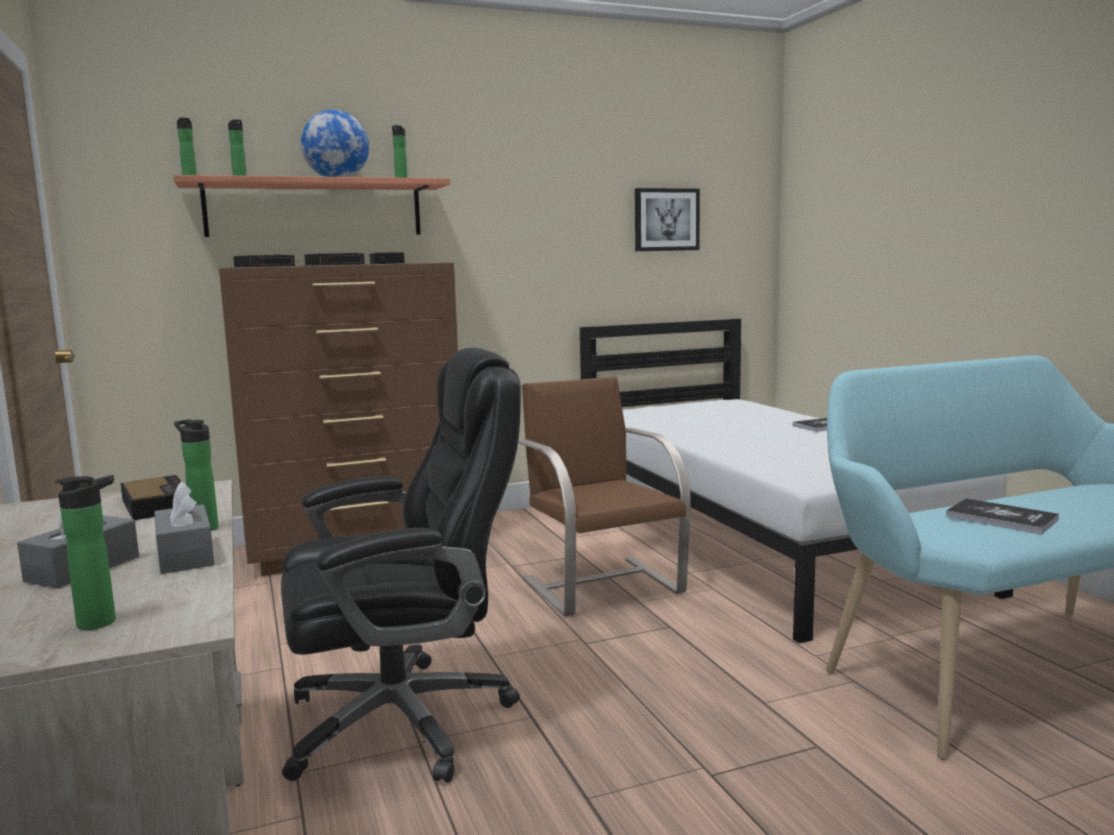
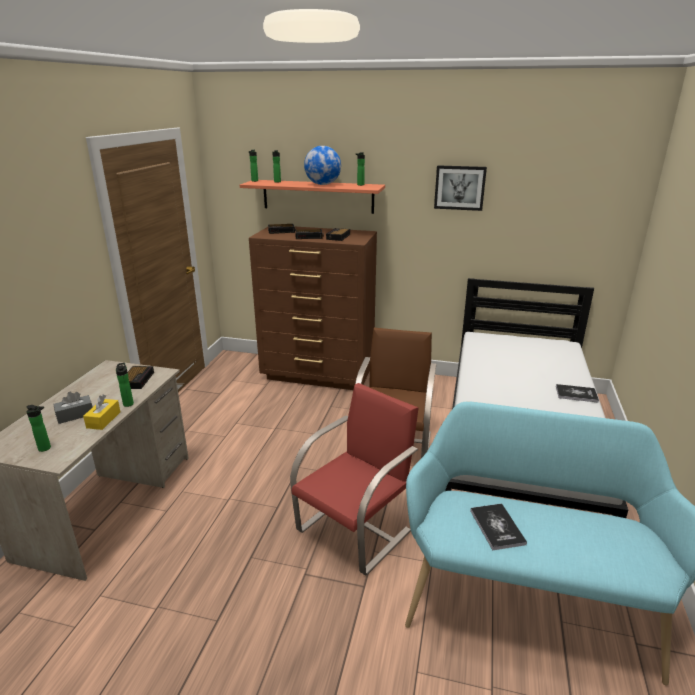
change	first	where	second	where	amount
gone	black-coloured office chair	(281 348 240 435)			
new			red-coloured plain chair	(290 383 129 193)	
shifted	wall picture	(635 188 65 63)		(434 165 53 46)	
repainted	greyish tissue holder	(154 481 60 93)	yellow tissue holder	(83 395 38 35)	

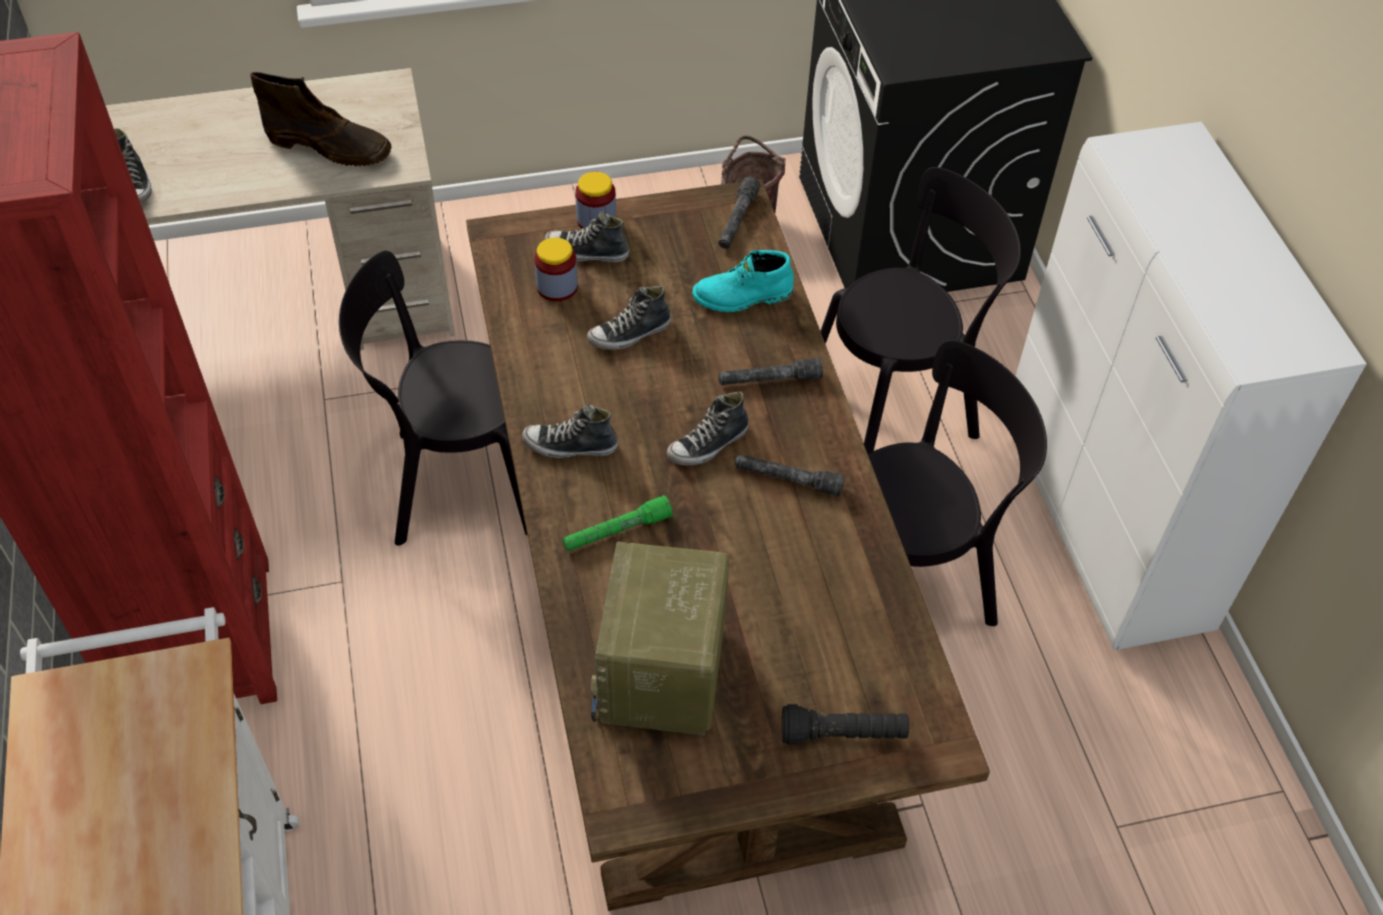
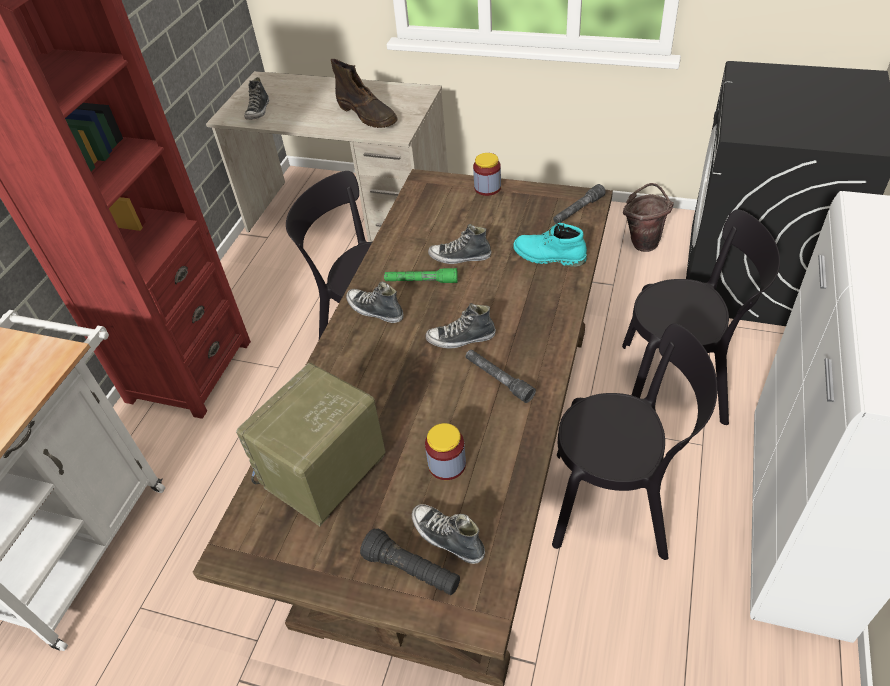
change	first	where	second	where	amount
gone	greyish flashlight	(718 358 105 27)			
shifted	storage jar	(534 238 44 63)		(425 423 41 57)	
shifted	shoe	(544 211 85 51)		(412 504 73 60)	
shifted	green flashlight	(563 495 110 56)		(384 268 74 15)	

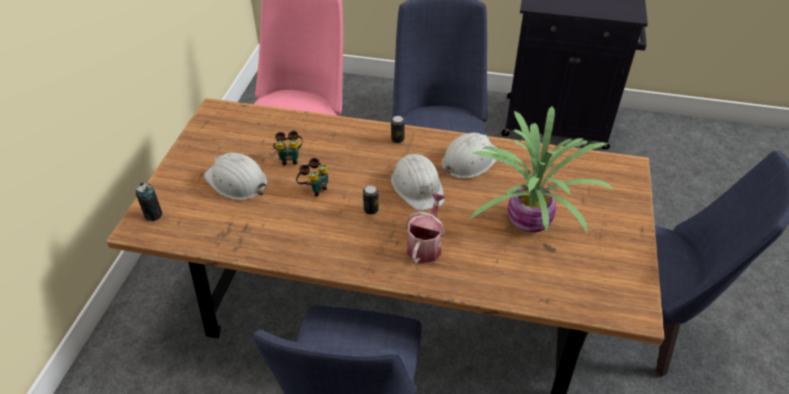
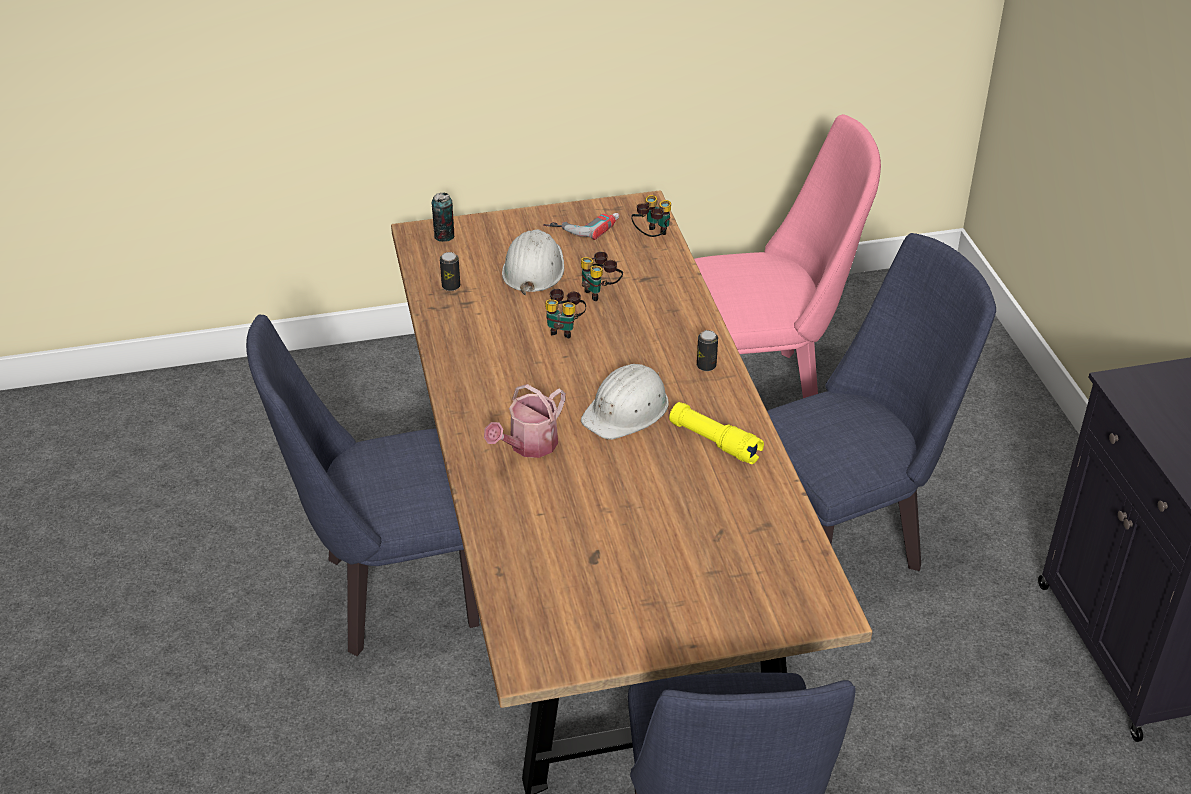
change	first	where	second	where	amount
gone	potted plant	(469 106 145 127)			
new			drill	(543 213 76 27)	
new			pair of binoculars	(631 195 40 42)	
shifted	metal can	(363 185 16 30)		(440 252 20 39)	
swapped	white-coloured hard hat	(442 133 57 45)	yellow flashlight	(669 402 95 62)	
rotated	sprinkling can	(406 193 40 71)		(484 384 82 74)	135 degrees clockwise

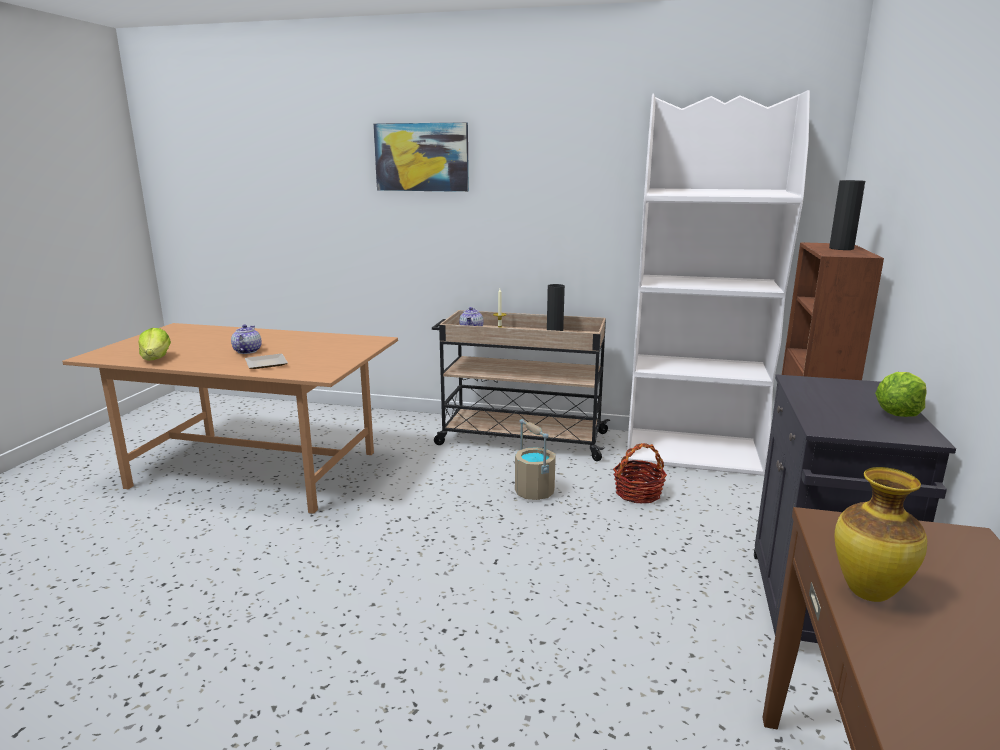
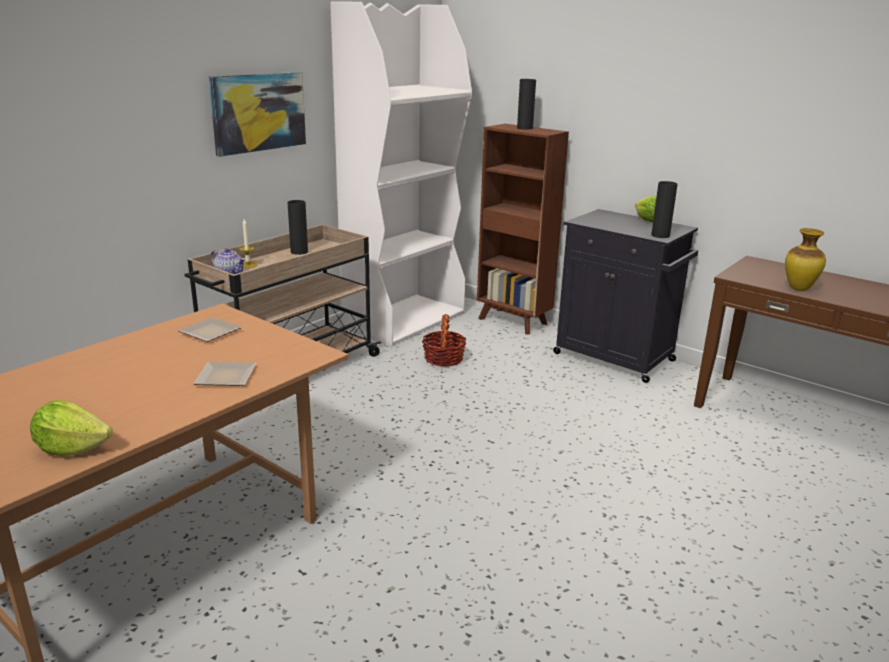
change	first	where	second	where	amount
gone	pot for tea	(231 324 31 30)			
gone	sand-coloured pail	(515 419 41 81)			
new			plate	(178 317 64 25)	
new			black-coloured flower vase	(651 181 27 57)	
shifted	wall picture	(373 122 96 70)		(208 72 98 85)	

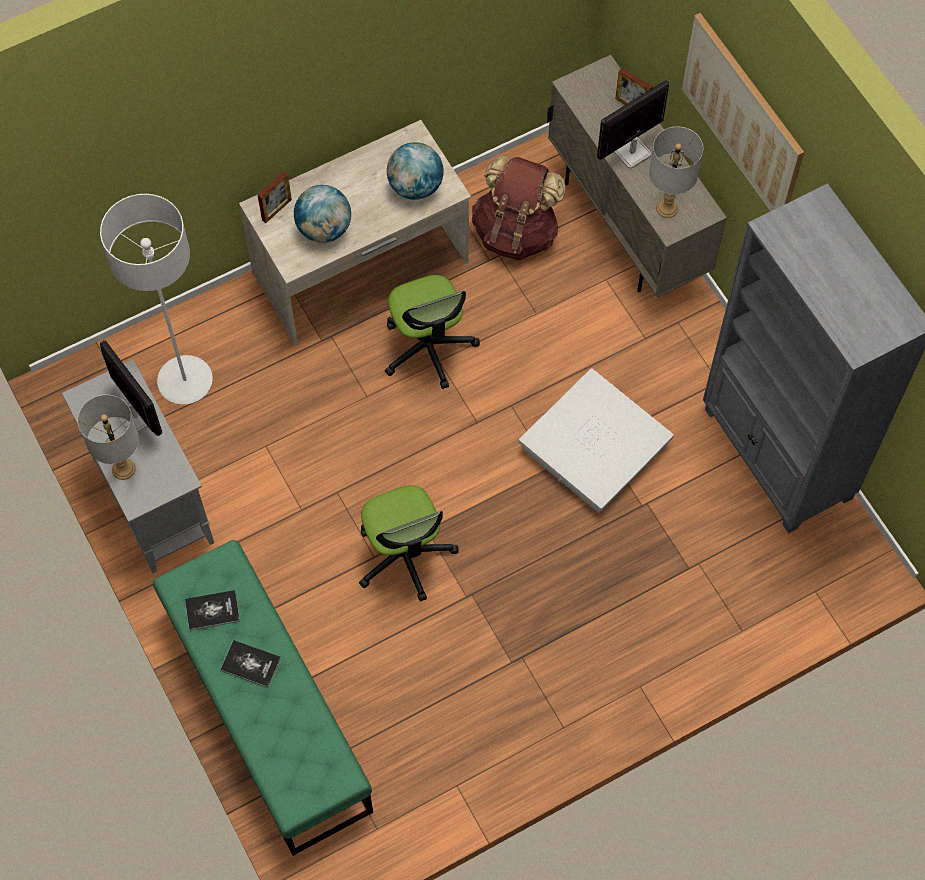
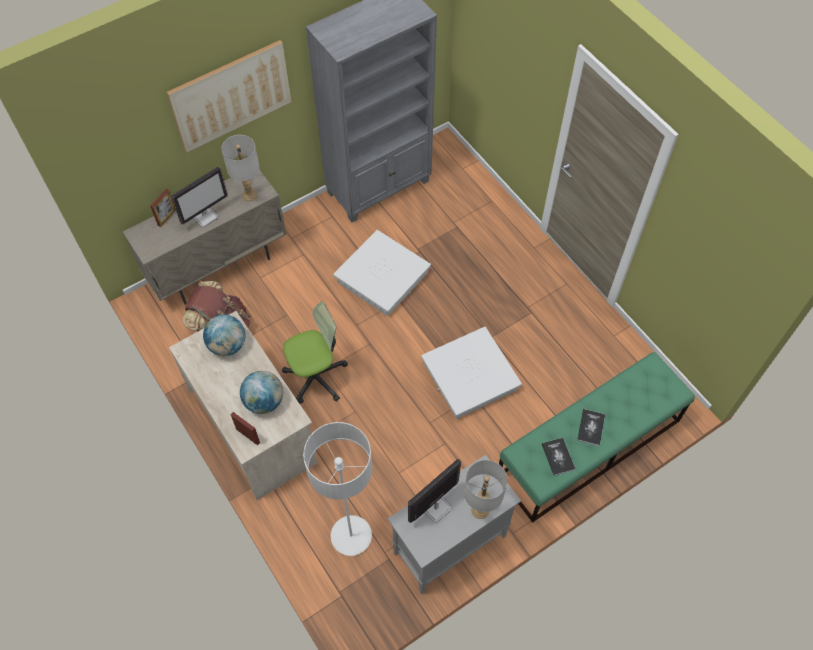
change	first	where	second	where	amount
swapped	office chair	(359 485 100 117)	white-coloured storage bin	(421 327 101 92)	
rotated	computer screen	(597 80 72 89)		(171 167 57 60)	90 degrees counterclockwise

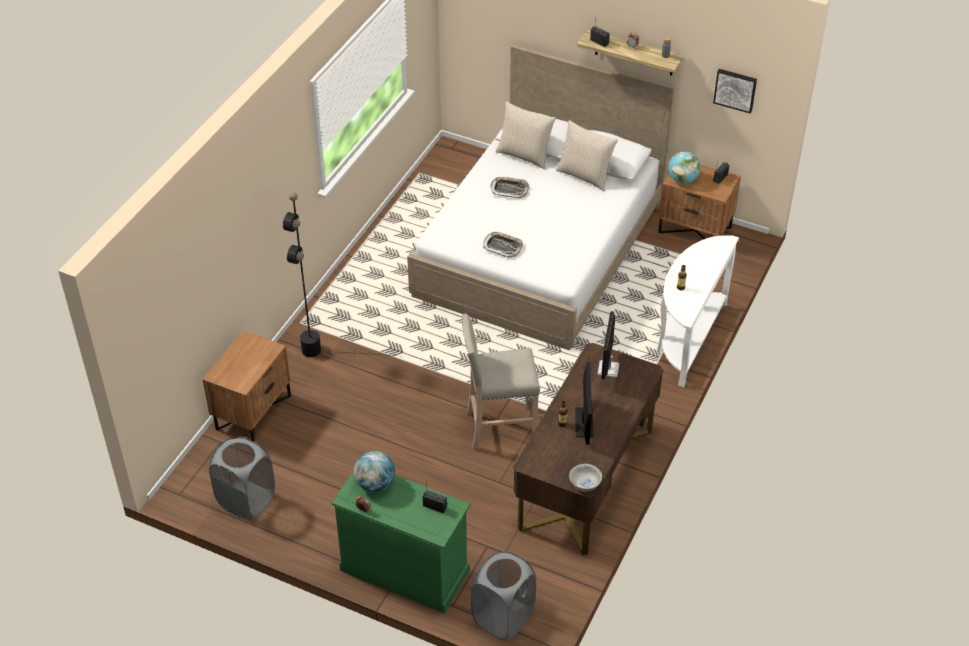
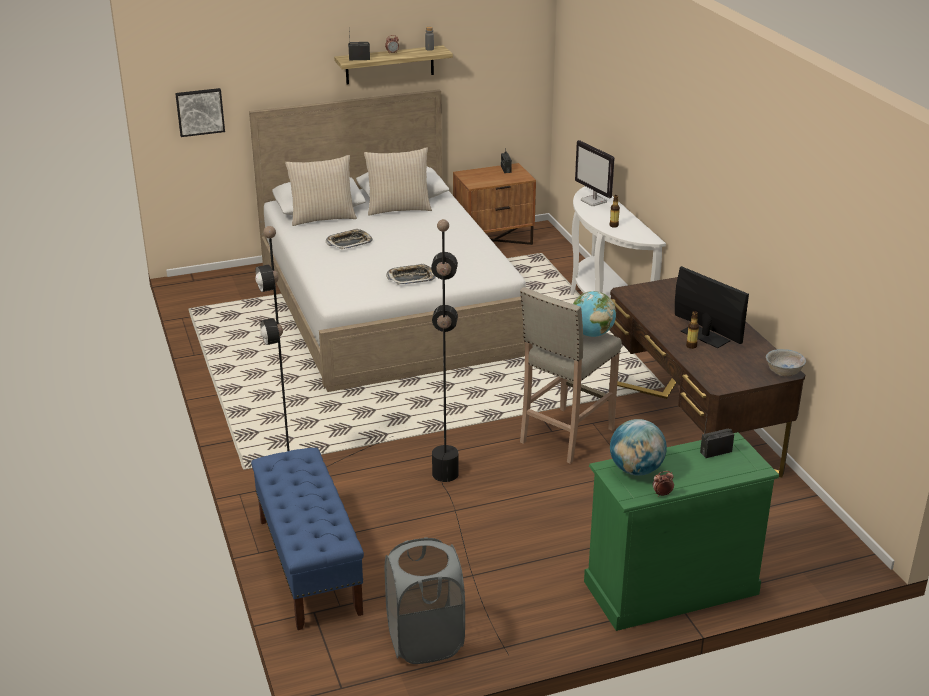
change	first	where	second	where	amount
gone	greyish washing basket	(471 551 65 89)			
new			black-coloured standing lamp	(431 219 78 436)	
shifted	computer screen	(597 311 22 69)		(575 140 40 66)	
shifted	world globe	(668 151 33 33)		(573 291 43 46)	
shifted	wall picture	(713 69 44 45)		(175 88 50 49)	
swapped	brownish nightstand	(203 330 88 111)	blue bench	(251 448 113 182)	

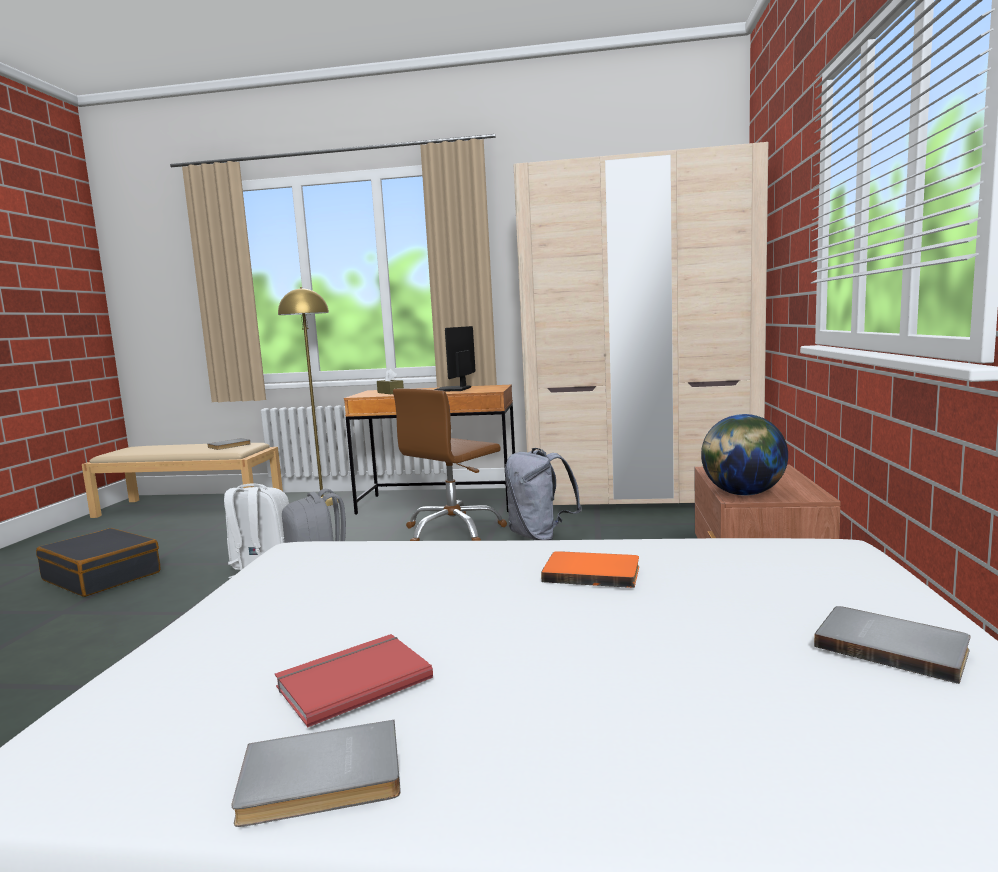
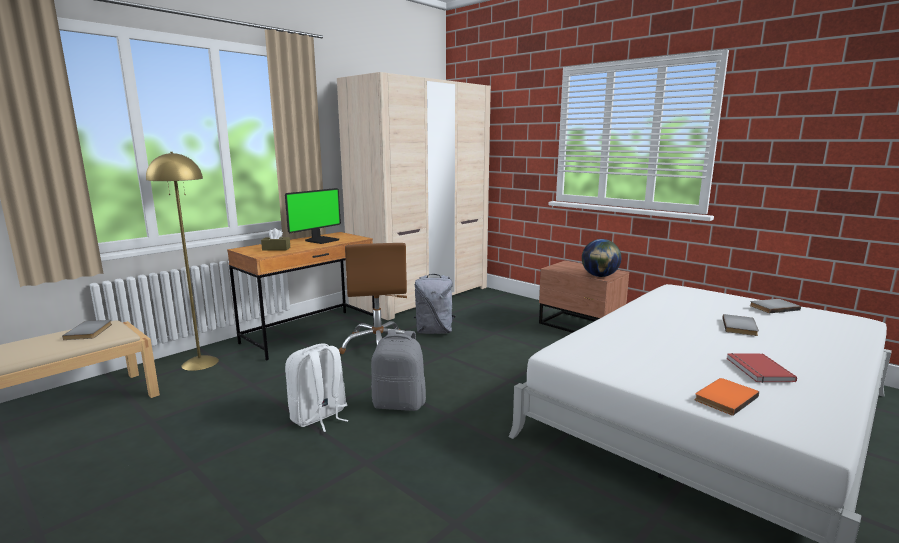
change	first	where	second	where	amount
gone	black-coloured piece of luggage	(36 528 124 69)			
shifted	greyish volume	(231 720 170 107)		(723 314 36 22)	
shifted	orange-coloured volume	(541 551 98 37)		(695 378 64 38)	
rotated	computer screen	(434 326 41 66)		(285 188 56 56)	105 degrees counterclockwise

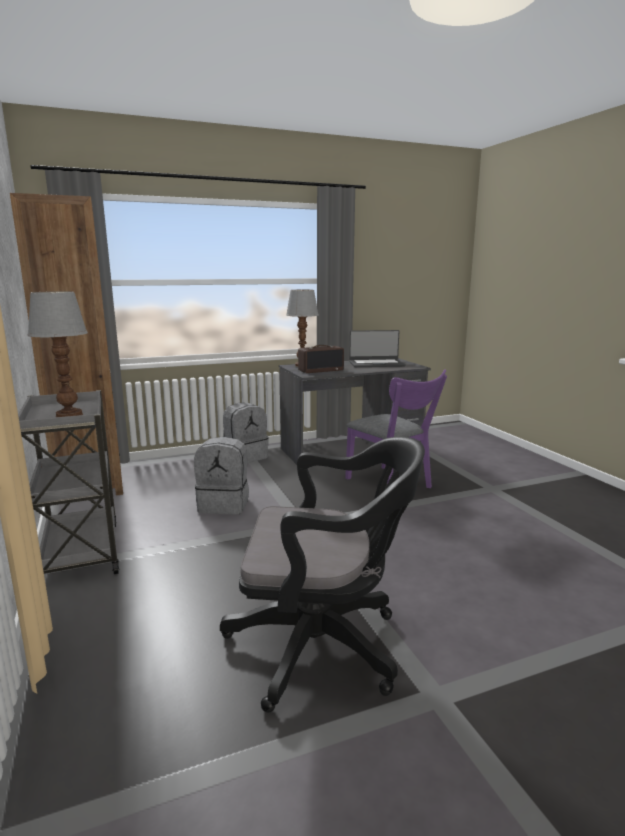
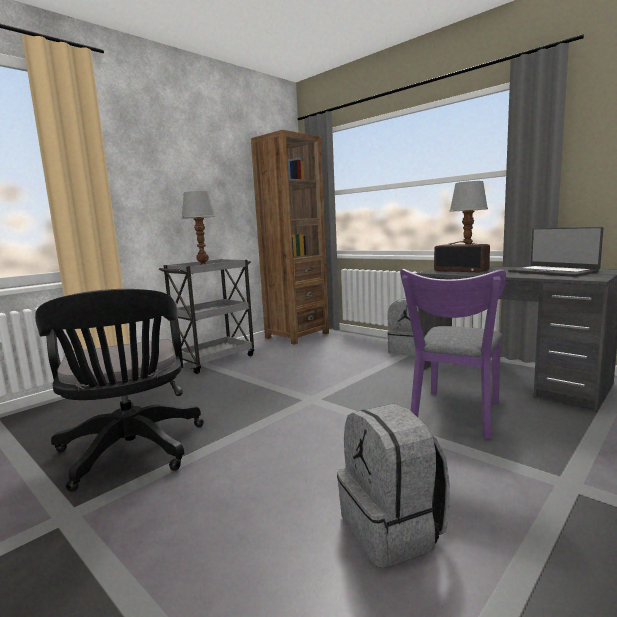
change	first	where	second	where	amount
shifted	greyish rucksack	(194 437 55 78)		(337 404 113 164)	

